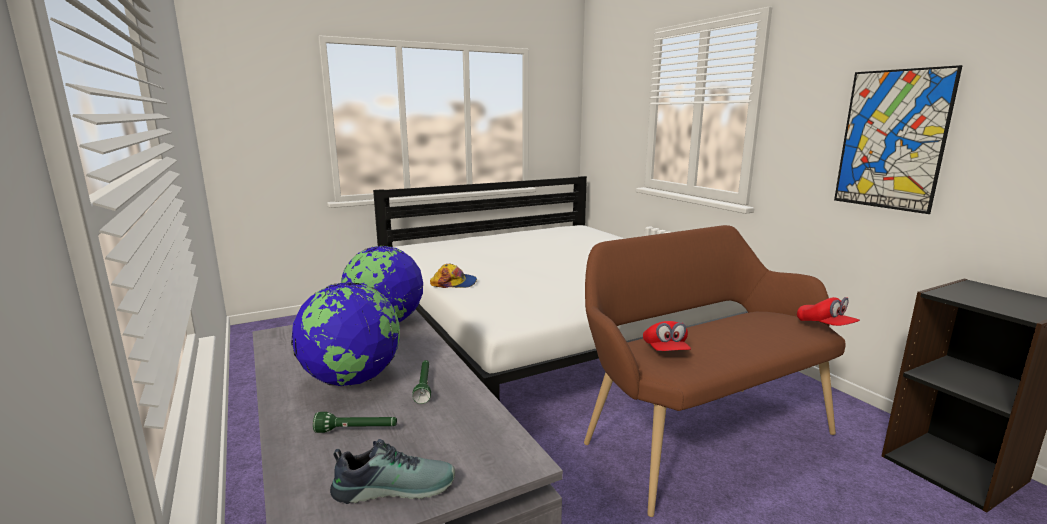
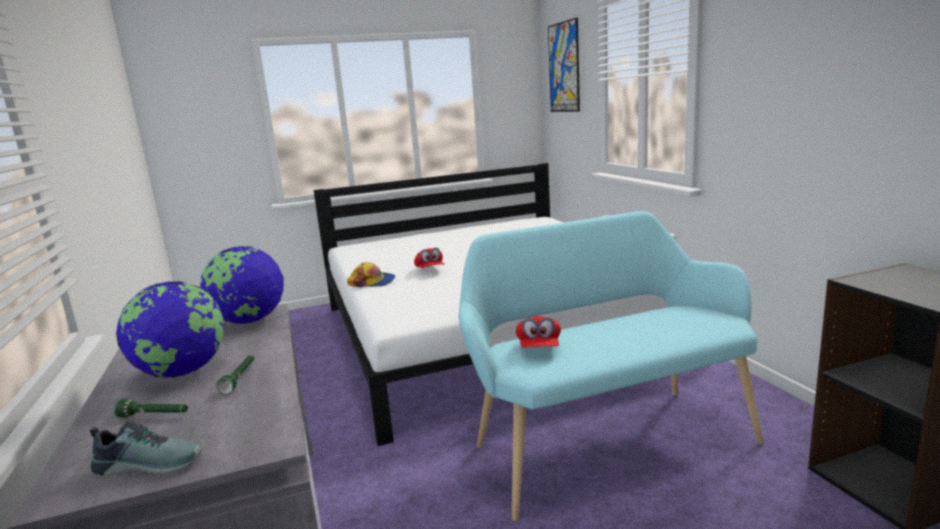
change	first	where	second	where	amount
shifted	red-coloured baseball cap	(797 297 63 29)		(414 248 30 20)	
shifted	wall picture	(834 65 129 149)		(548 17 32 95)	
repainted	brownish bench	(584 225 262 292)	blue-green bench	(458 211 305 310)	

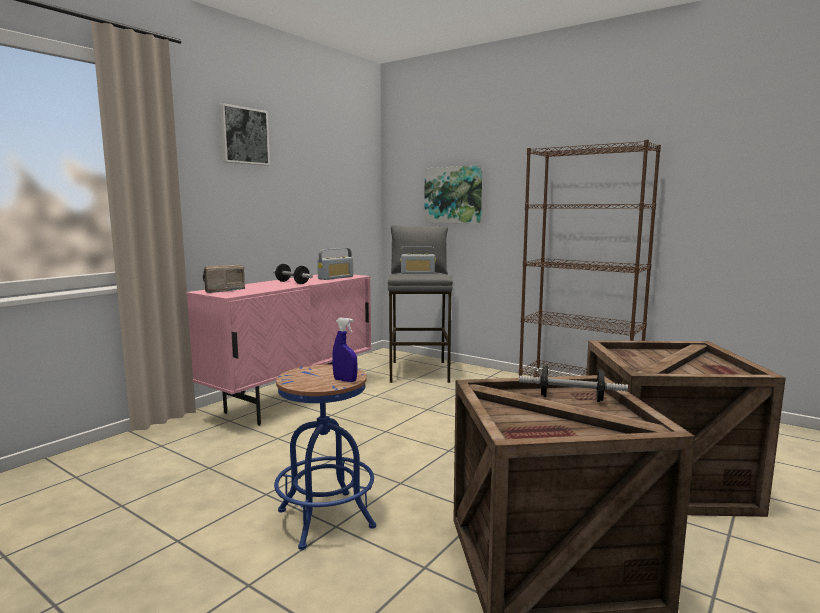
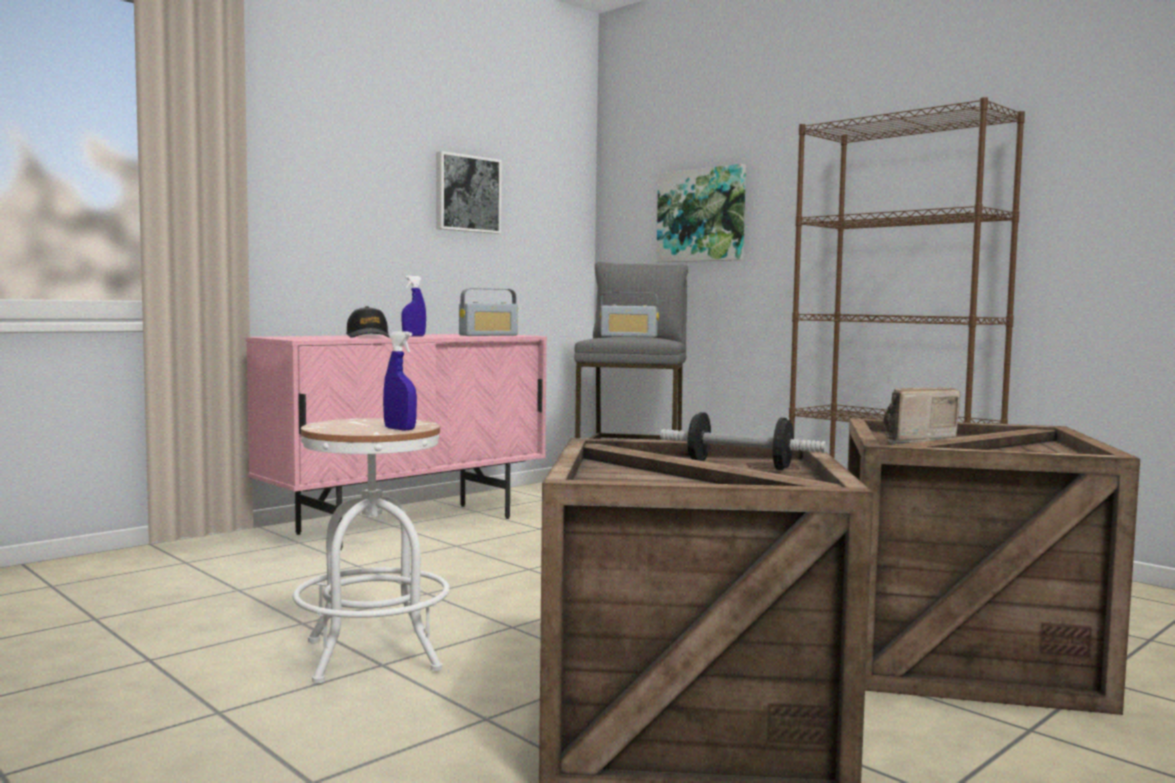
change	first	where	second	where	amount
new			black-coloured baseball cap	(346 306 43 32)	
shifted	radio receiver	(203 265 43 28)		(883 387 78 57)	
shifted	wall picture	(219 103 51 63)		(436 151 66 83)	
swapped	free weight	(273 264 40 20)	blue spray bottle	(401 275 25 61)	
repainted	blue sitting stool	(274 365 102 185)	white-coloured sitting stool	(293 418 157 266)	

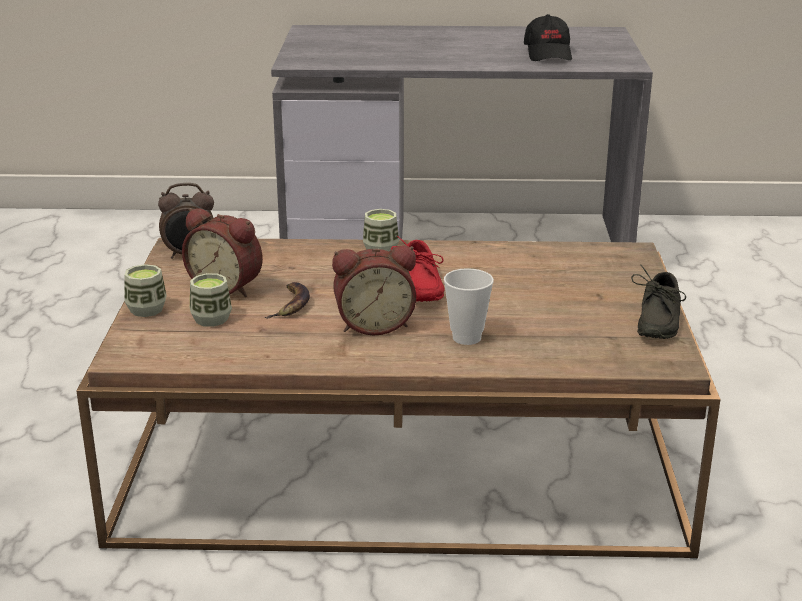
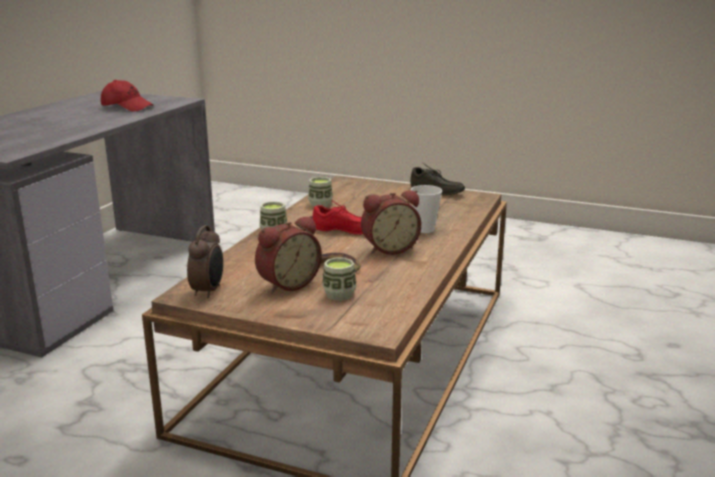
change	first	where	second	where	amount
shifted	small cup	(124 264 43 53)		(308 177 25 30)	
repainted	black-coloured baseball cap	(524 14 48 47)	red-coloured baseball cap	(101 80 52 32)	
rotated	alarm clock	(332 245 84 90)		(361 190 60 65)	60 degrees clockwise

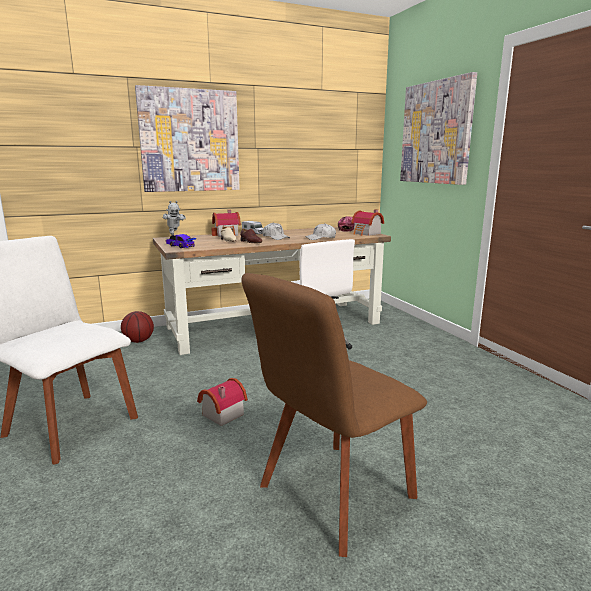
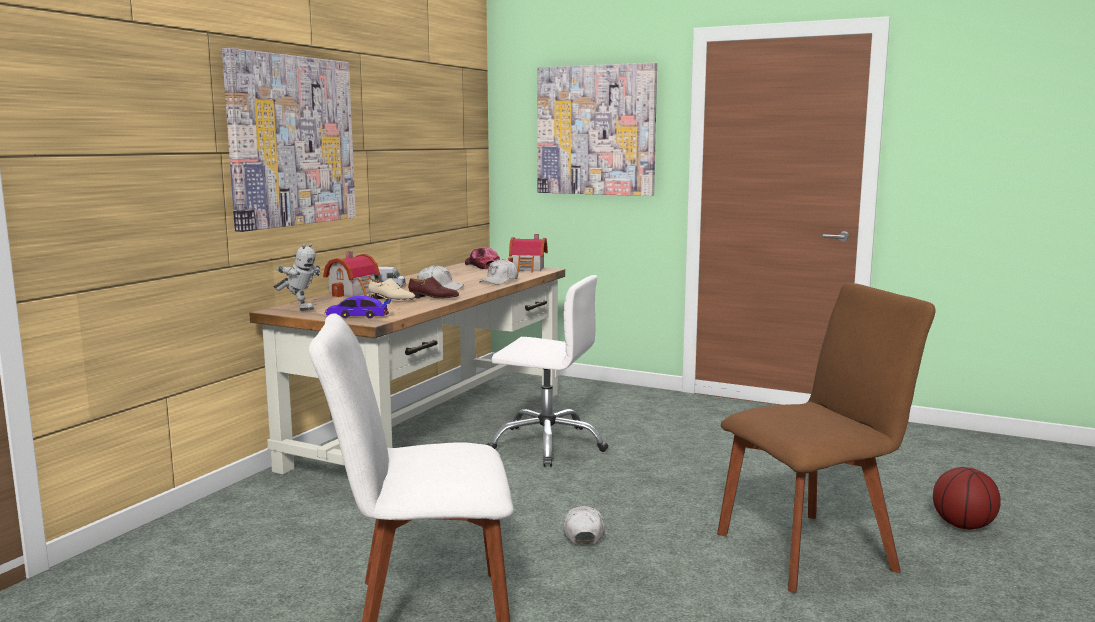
change	first	where	second	where	amount
shifted	basketball	(121 311 33 32)		(933 467 68 63)	
swapped	toy house	(197 378 51 48)	white-coloured baseball cap	(563 506 42 38)	
rotated	brownish plain chair	(241 273 186 284)		(717 283 219 310)	120 degrees counterclockwise

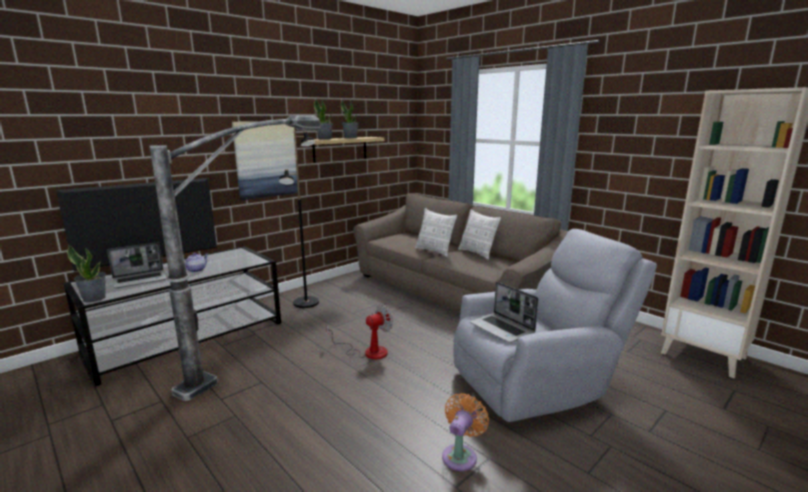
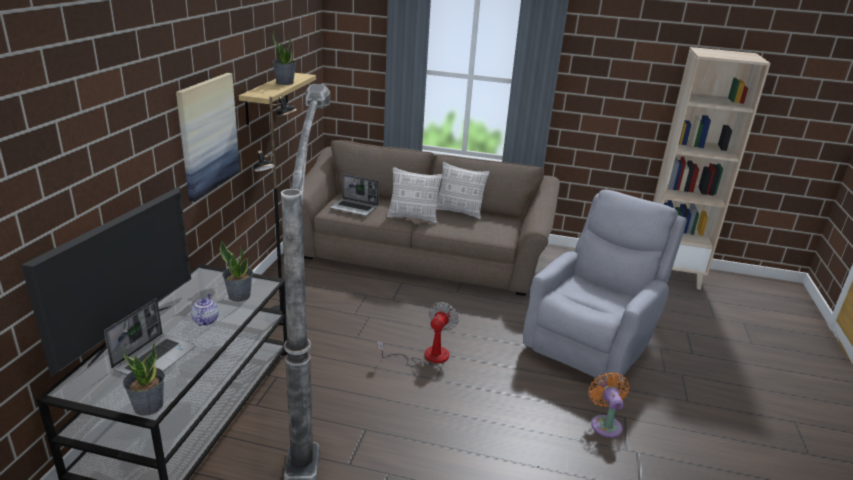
change	first	where	second	where	amount
shifted	potted plant	(314 99 19 41)		(220 241 33 61)	
shifted	portable computer	(470 282 68 61)		(330 174 49 42)	

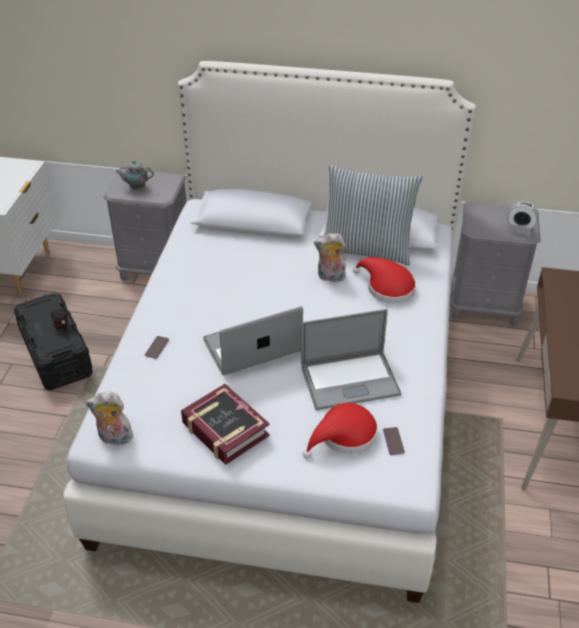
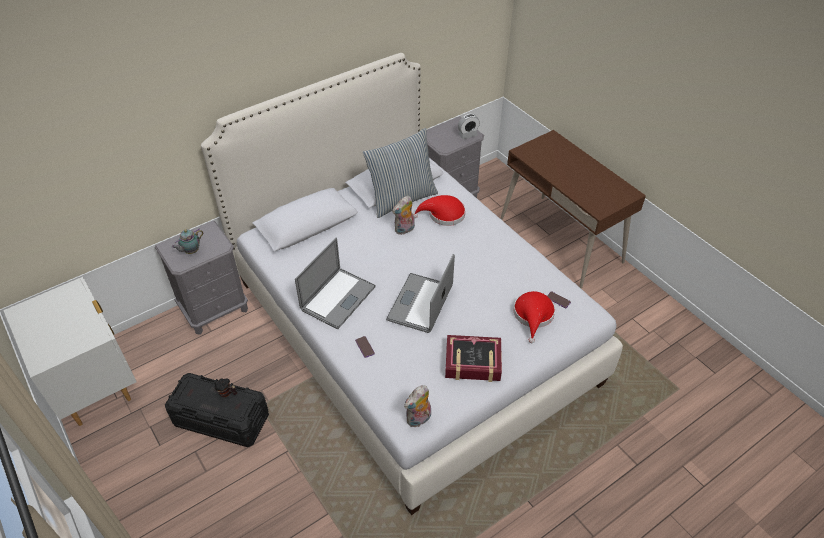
change	first	where	second	where	amount
shifted	portable computer	(301 309 100 101)		(295 238 81 91)	

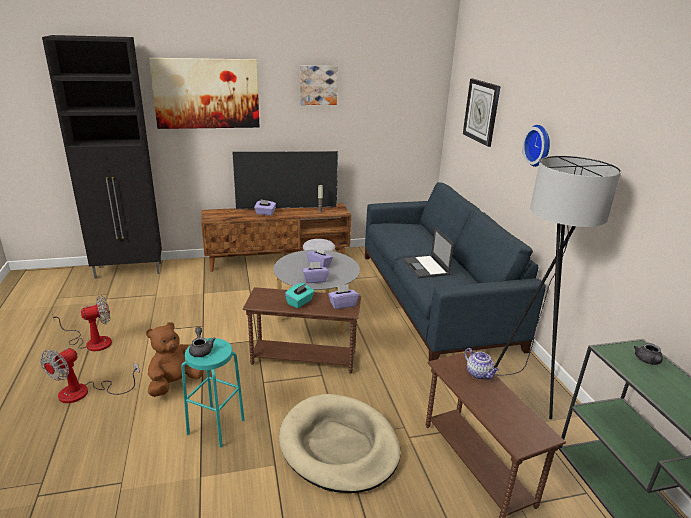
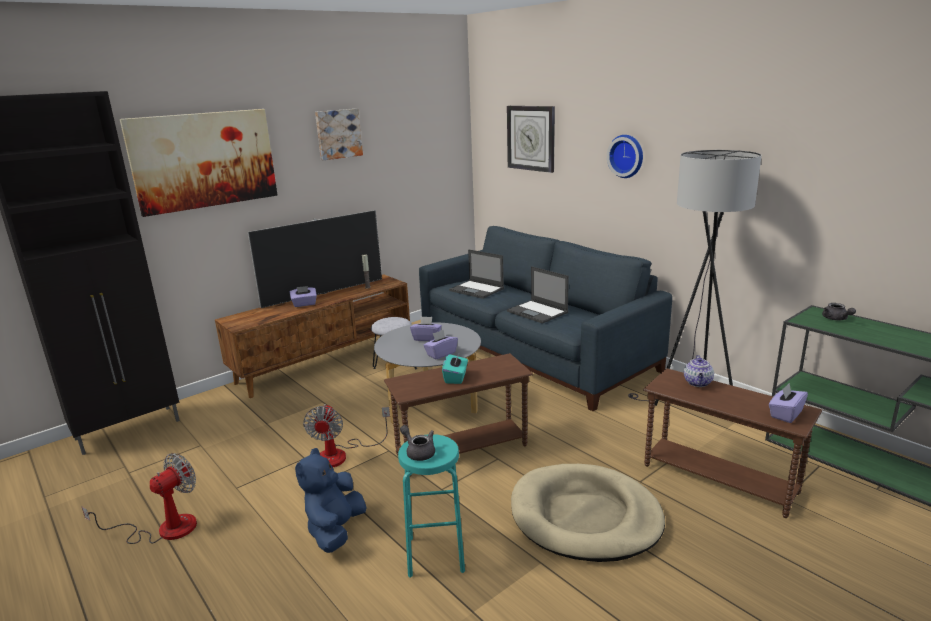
change	first	where	second	where	amount
new			portable computer	(449 249 55 50)	
shifted	electric fan	(40 348 100 55)		(303 404 87 63)	
shifted	purplish tissue holder	(328 284 31 25)		(769 383 39 40)	
repainted	brownish soft toy	(146 322 58 75)	blue soft toy	(295 448 72 105)	
rotated	pot for tea	(464 348 35 31)		(684 355 30 32)	75 degrees clockwise

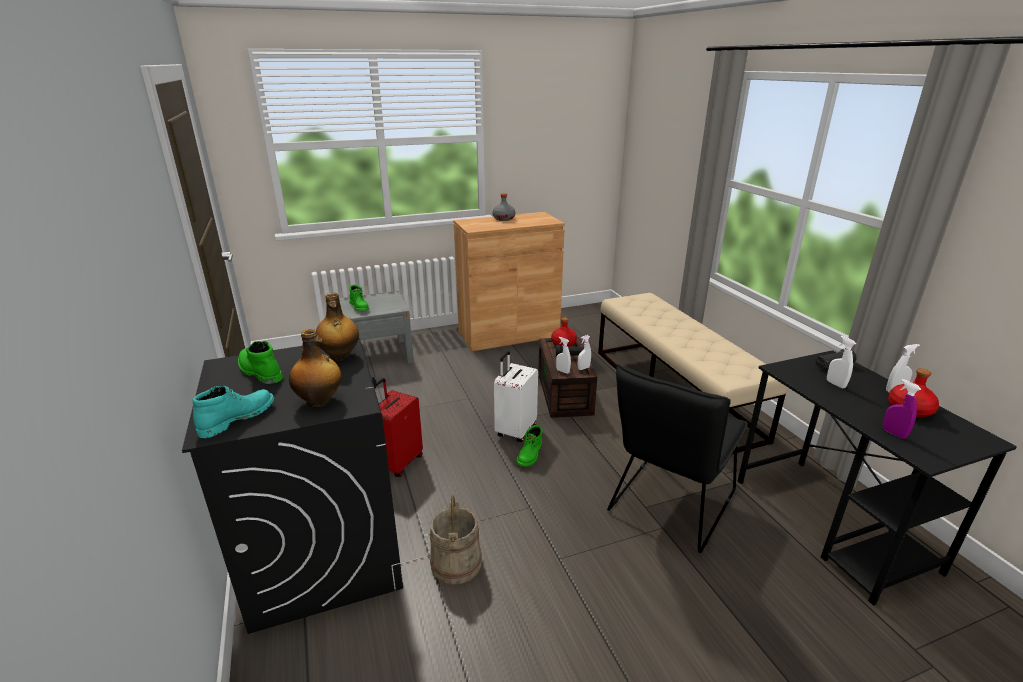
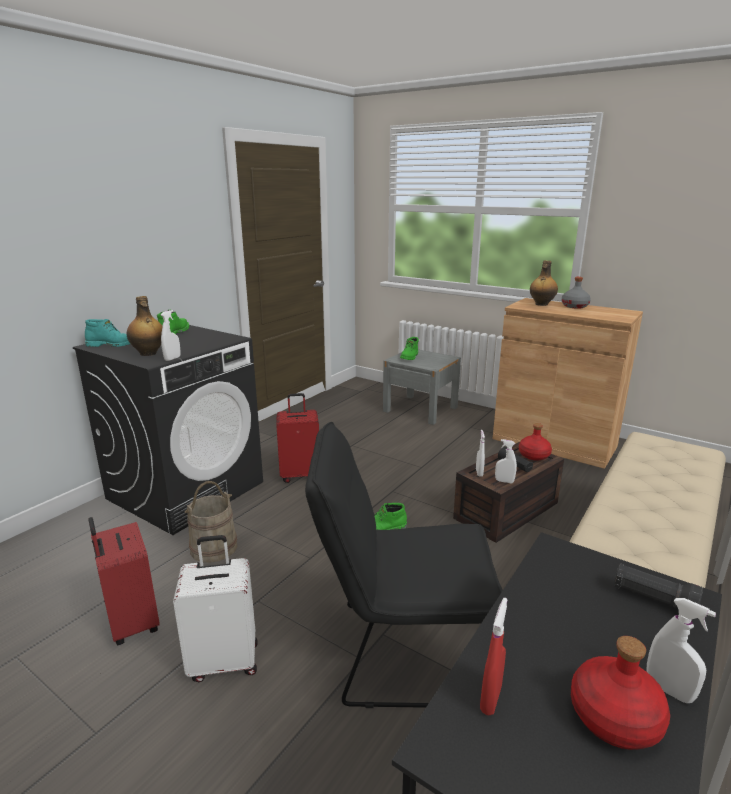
change	first	where	second	where	amount
new			red-coloured piece of luggage	(88 517 72 128)	
shifted	beverage bottle	(316 293 43 68)		(530 260 28 46)	
shifted	white-coloured piece of luggage	(494 351 44 91)		(173 535 85 147)	
shifted	white-coloured spray bottle	(827 336 29 52)		(161 310 20 51)	
repainted	purplish spray bottle	(883 379 38 60)	red-coloured spray bottle	(480 597 28 118)	

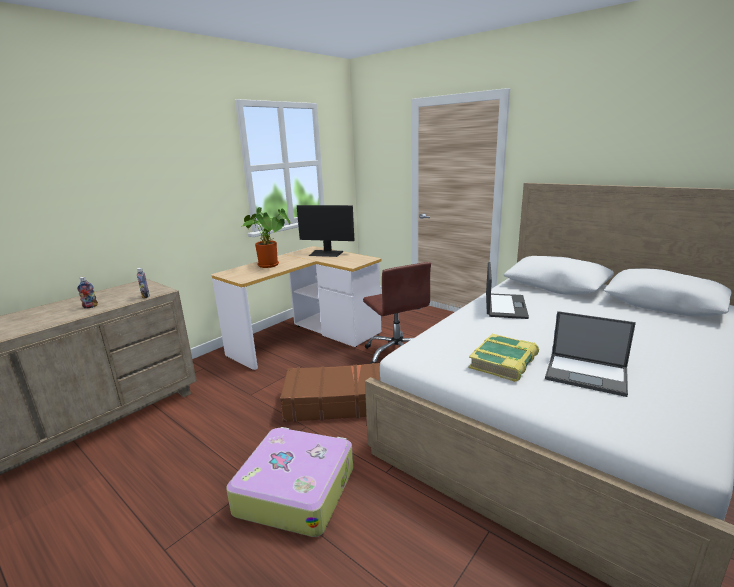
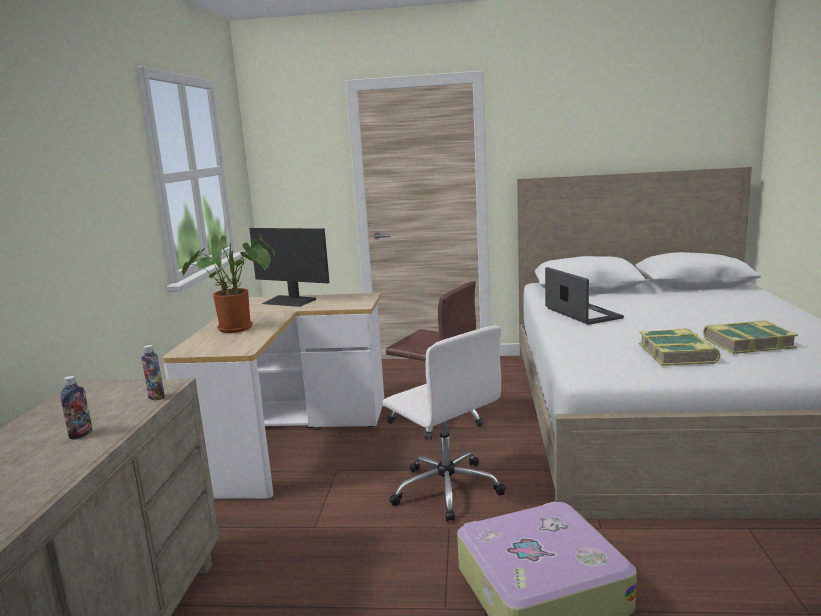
change	first	where	second	where	amount
swapped	brownish piece of luggage	(280 363 100 59)	white-coloured office chair	(382 326 124 196)	
swapped	portable computer	(545 311 91 86)	volume	(704 320 94 34)	
rotated	computer screen	(297 205 58 52)		(249 228 81 79)	45 degrees clockwise

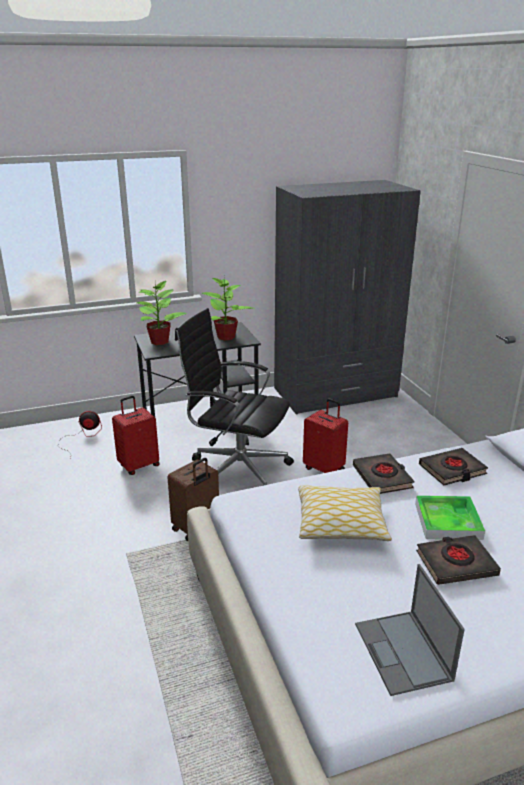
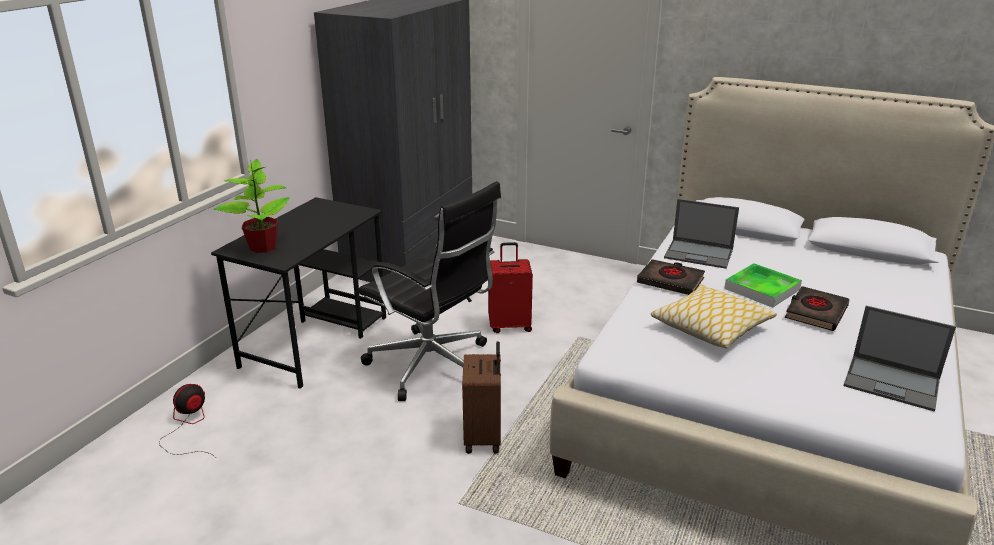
change	first	where	second	where	amount
gone	red-coloured piece of luggage	(112 396 48 79)			
gone	potted plant	(202 276 53 64)			
swapped	black-coloured volume	(419 448 69 38)	portable computer	(664 199 75 70)	
rotated	black-coloured office chair	(175 308 119 178)		(358 181 143 220)	120 degrees counterclockwise

